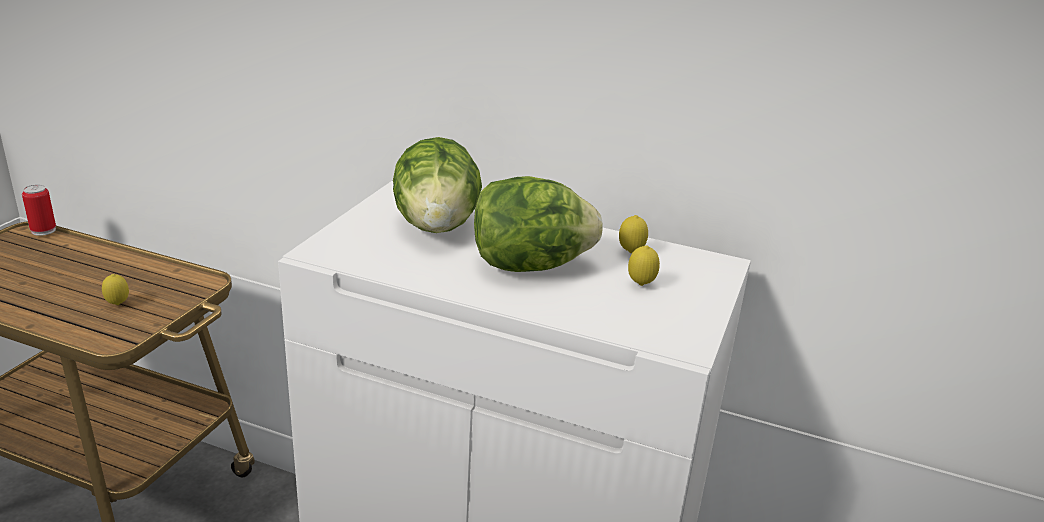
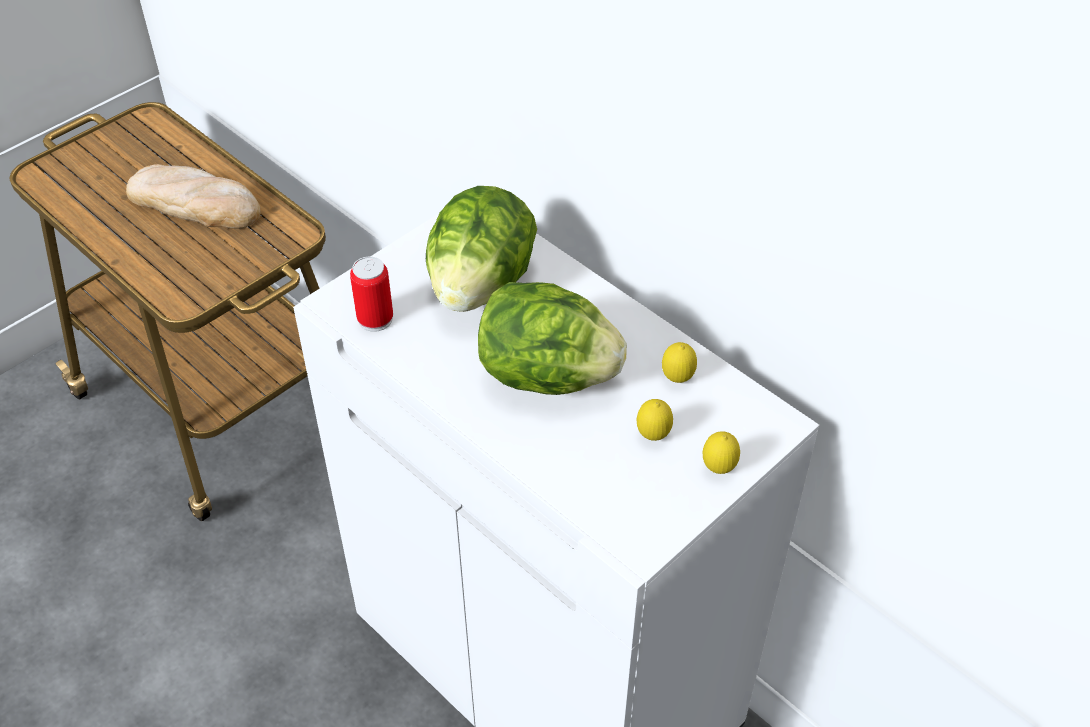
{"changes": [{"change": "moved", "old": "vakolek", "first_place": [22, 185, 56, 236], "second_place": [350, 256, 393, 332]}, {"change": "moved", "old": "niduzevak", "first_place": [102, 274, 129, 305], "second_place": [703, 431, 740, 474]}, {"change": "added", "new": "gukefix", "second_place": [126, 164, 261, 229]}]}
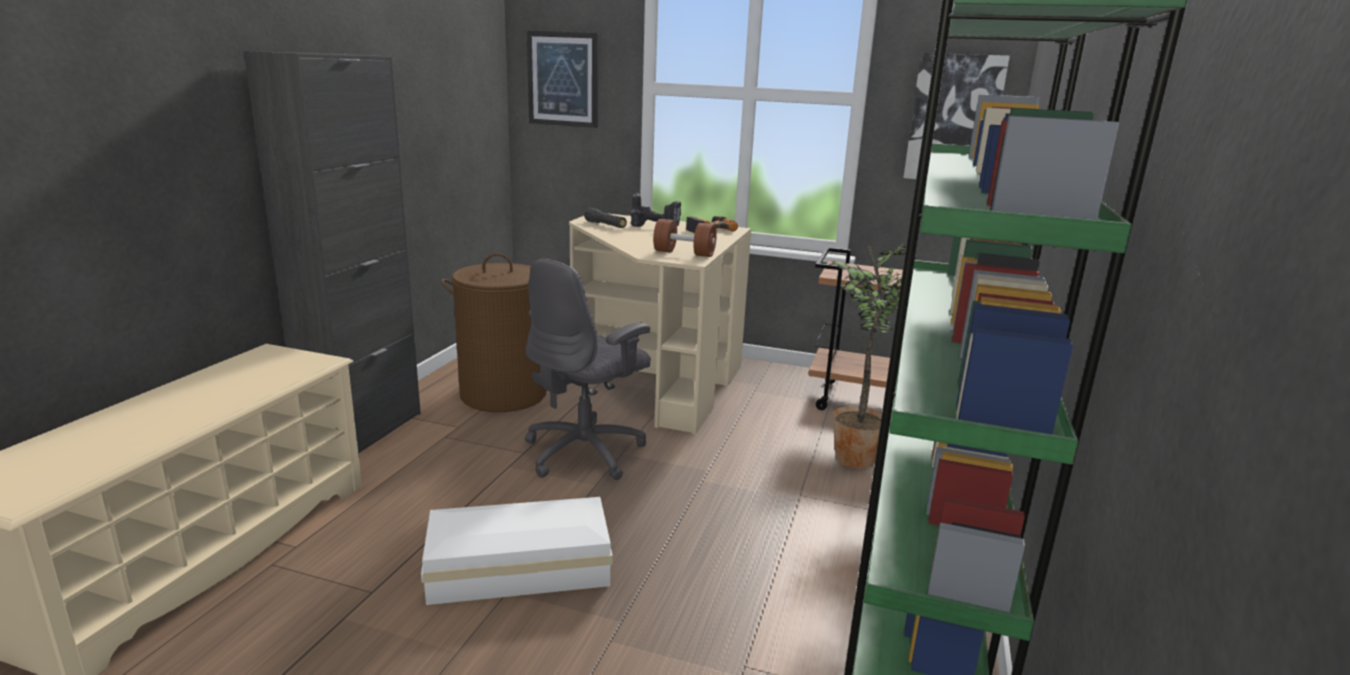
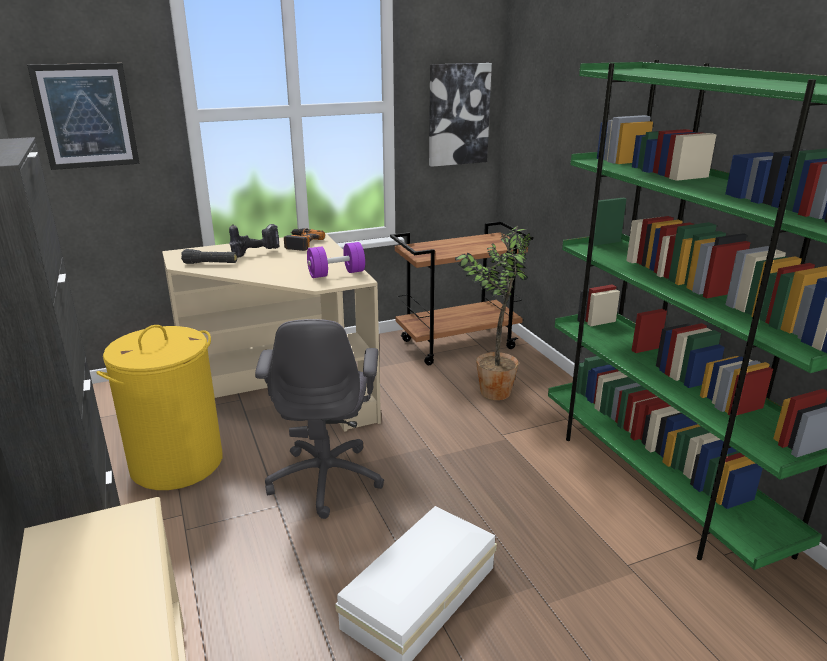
{"changes": [{"change": "recoloured", "old": "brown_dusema", "new": "purple_dusema", "first_place": [653, 219, 717, 257], "second_place": [307, 242, 365, 278]}, {"change": "recoloured", "old": "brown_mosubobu", "new": "yellow_mosubobu", "first_place": [441, 253, 547, 412], "second_place": [96, 325, 222, 490]}]}
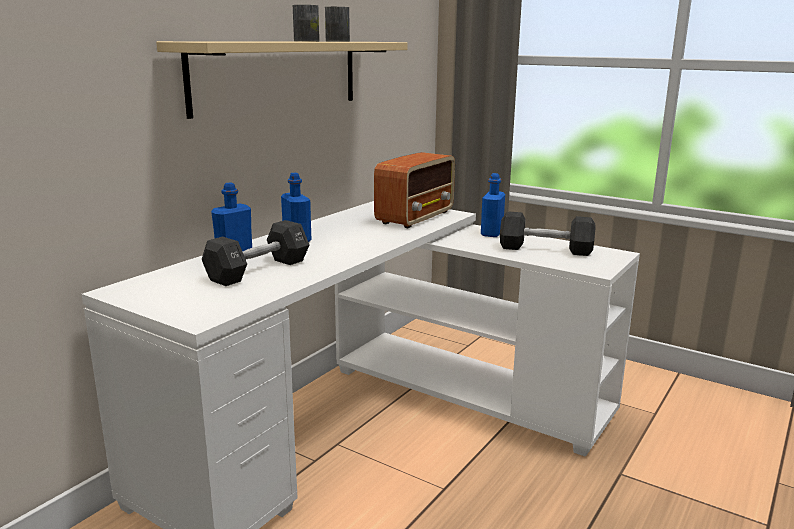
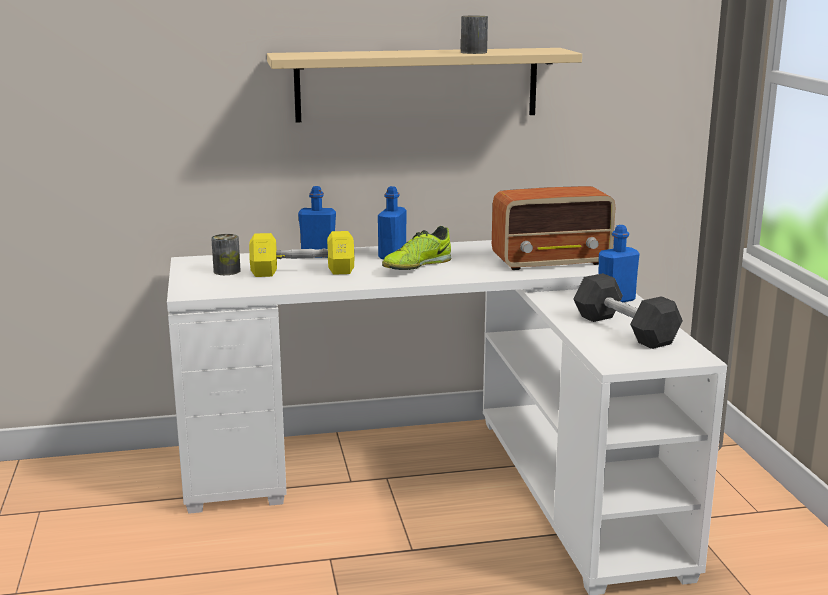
{"changes": [{"change": "moved", "old": "vakolek", "first_place": [293, 5, 319, 41], "second_place": [211, 234, 241, 275]}, {"change": "recoloured", "old": "black_dusema", "new": "yellow_dusema", "first_place": [202, 220, 309, 286], "second_place": [249, 231, 354, 277]}, {"change": "added", "new": "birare", "second_place": [382, 226, 451, 270]}]}
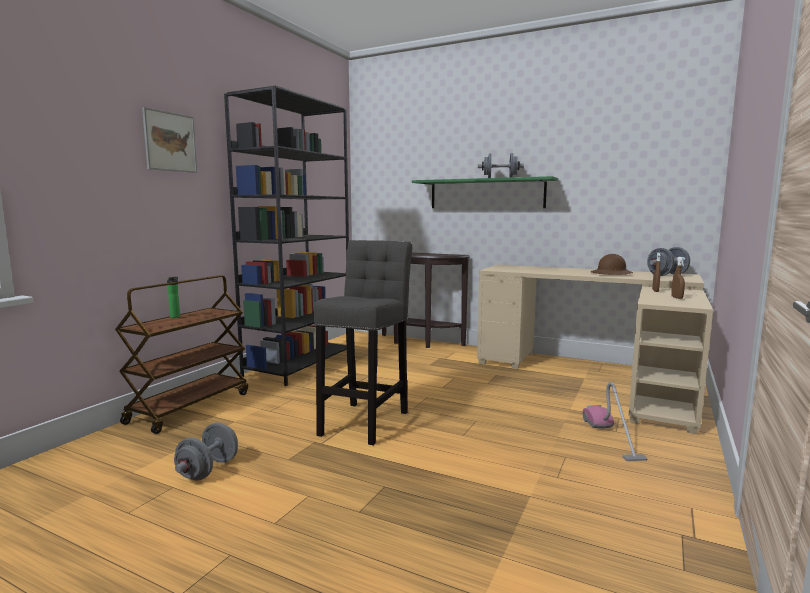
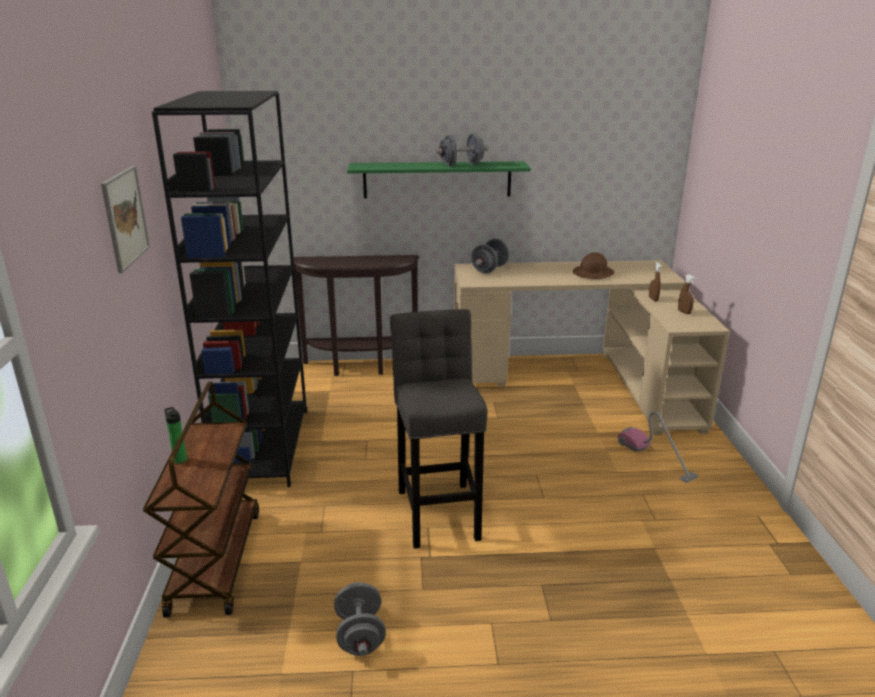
{"changes": [{"change": "moved", "old": "grey_dusema", "first_place": [647, 247, 690, 276], "second_place": [471, 239, 510, 273]}]}
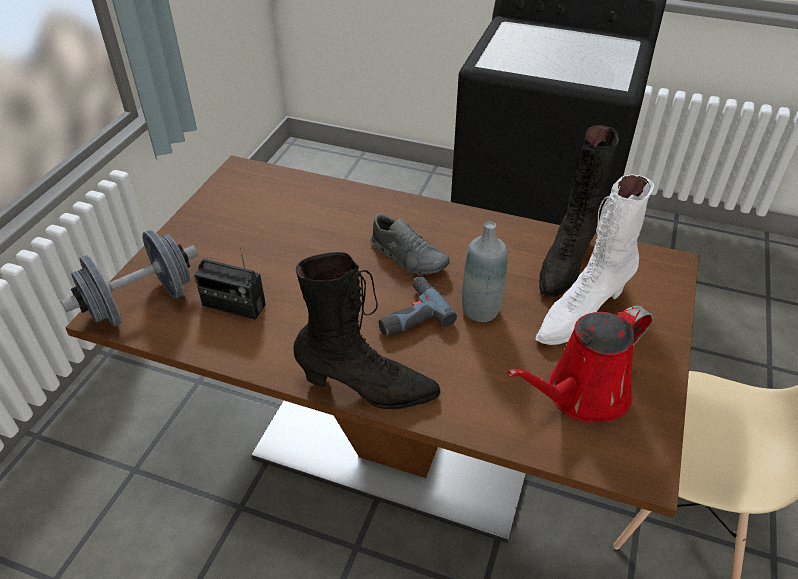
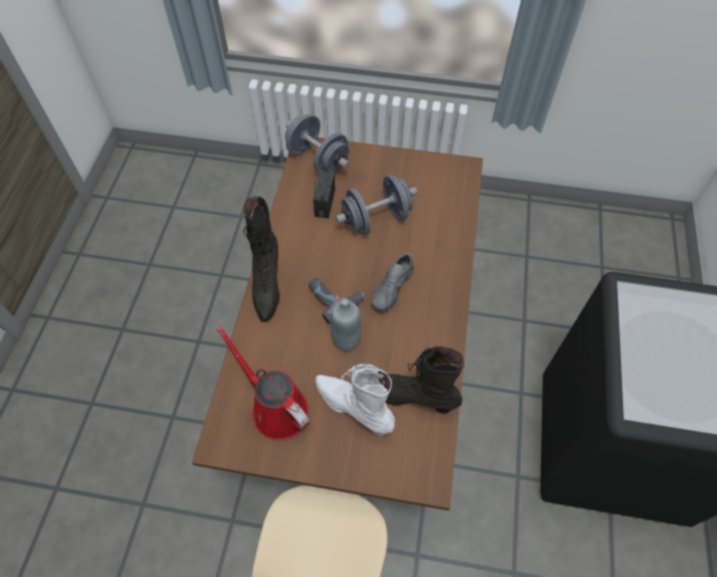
{"changes": [{"change": "added", "new": "grey_dusema", "second_place": [335, 175, 418, 235]}]}
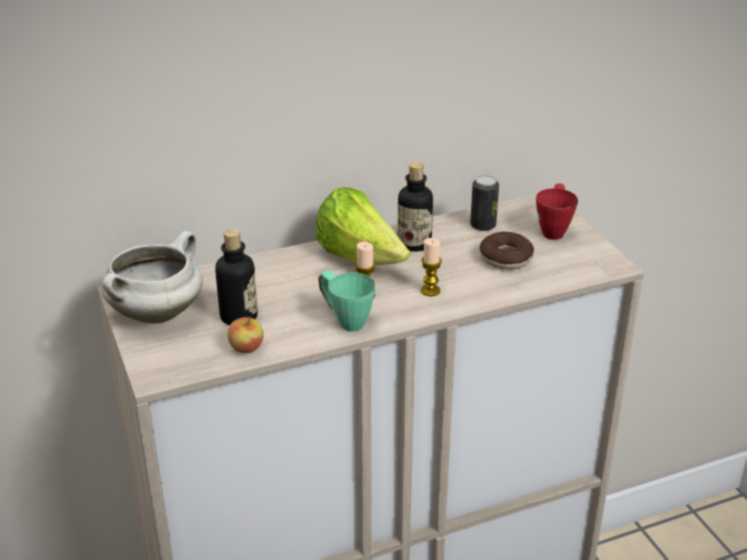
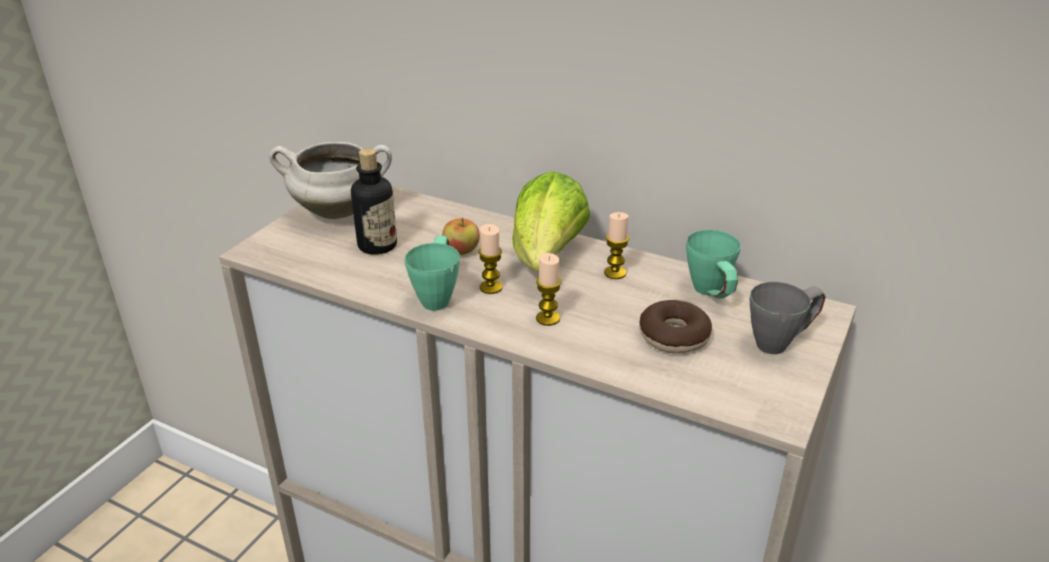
{"changes": [{"change": "replaced", "old": "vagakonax", "new": "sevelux", "first_place": [397, 162, 433, 252], "second_place": [604, 212, 629, 279]}, {"change": "replaced", "old": "vakolek", "new": "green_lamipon", "first_place": [470, 175, 499, 231], "second_place": [686, 230, 741, 299]}, {"change": "recoloured", "old": "red_lamipon", "new": "grey_lamipon", "first_place": [536, 184, 578, 240], "second_place": [749, 282, 826, 354]}, {"change": "moved", "old": "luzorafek", "first_place": [227, 316, 264, 353], "second_place": [442, 218, 480, 255]}]}
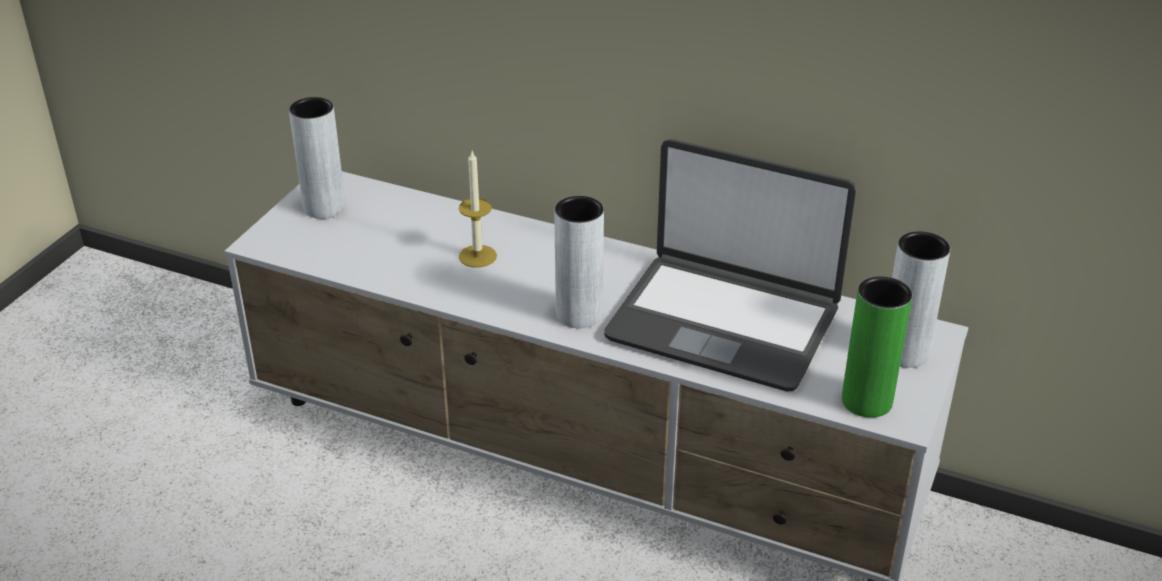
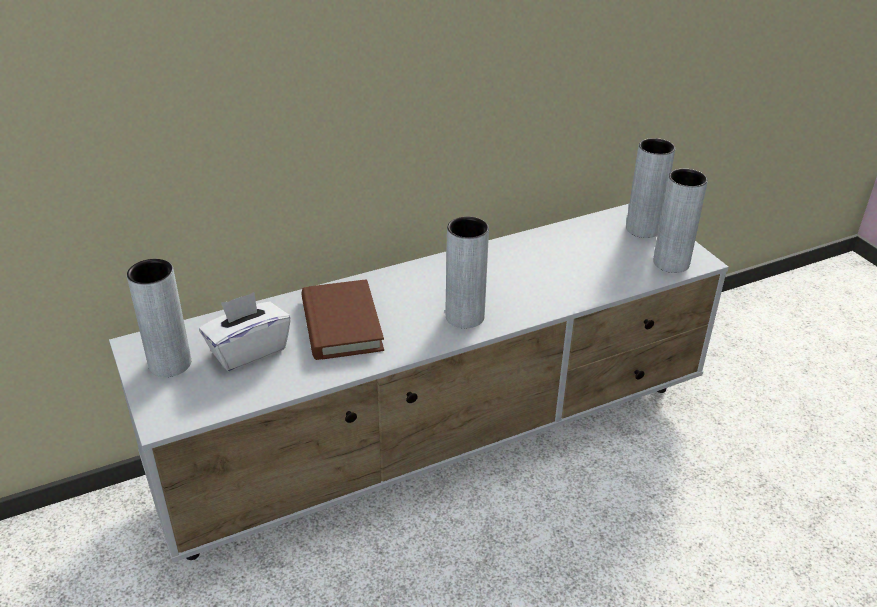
{"changes": [{"change": "removed", "old": "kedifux", "first_place": [604, 139, 856, 391]}, {"change": "replaced", "old": "sevelux", "new": "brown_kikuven", "first_place": [459, 151, 497, 268], "second_place": [302, 279, 384, 360]}, {"change": "recoloured", "old": "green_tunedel", "new": "grey_tunedel", "first_place": [842, 277, 912, 418], "second_place": [653, 169, 708, 273]}, {"change": "added", "new": "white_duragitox", "second_place": [199, 292, 291, 371]}]}
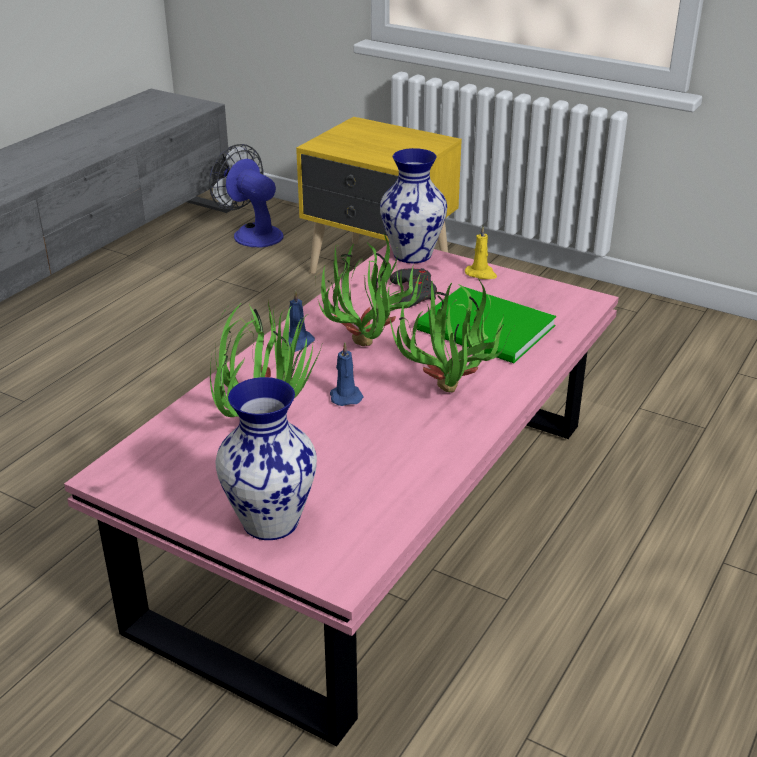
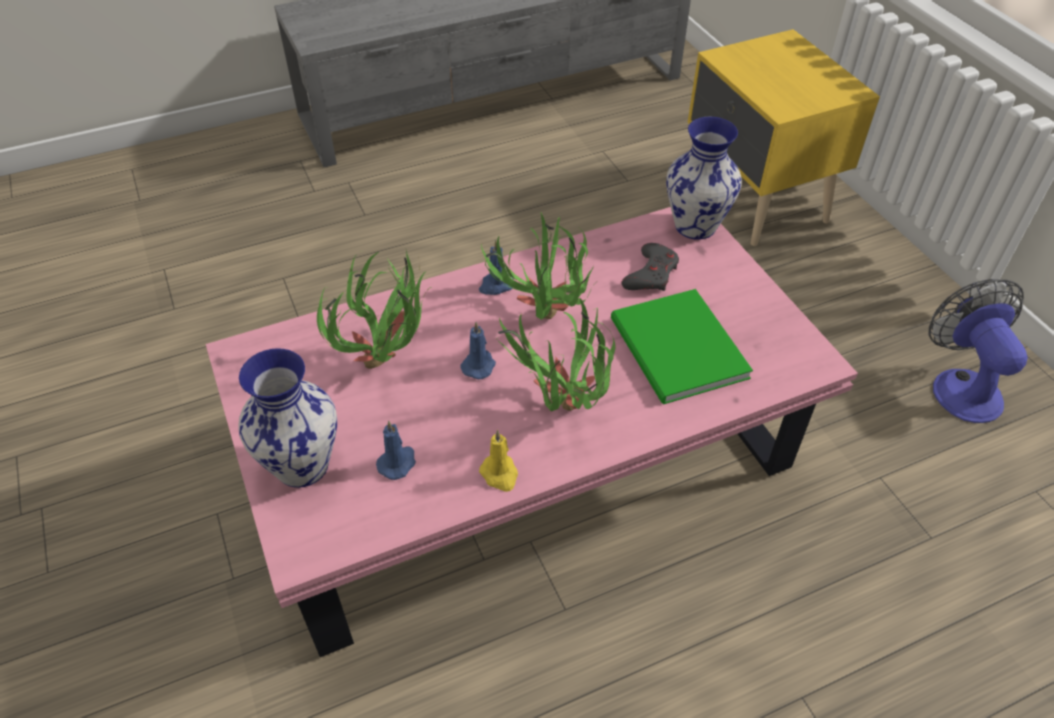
{"changes": [{"change": "moved", "old": "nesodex", "first_place": [209, 144, 284, 248], "second_place": [929, 279, 1028, 423]}, {"change": "moved", "old": "yellow_sevelux", "first_place": [465, 226, 497, 279], "second_place": [479, 430, 518, 492]}, {"change": "added", "new": "blue_sevelux", "second_place": [376, 421, 416, 480]}]}
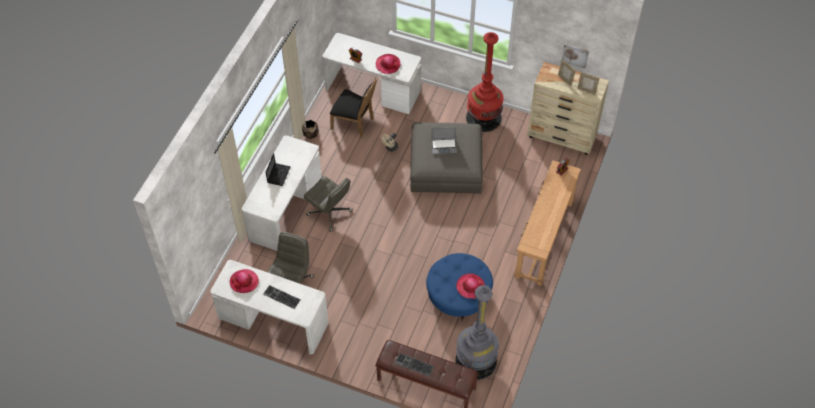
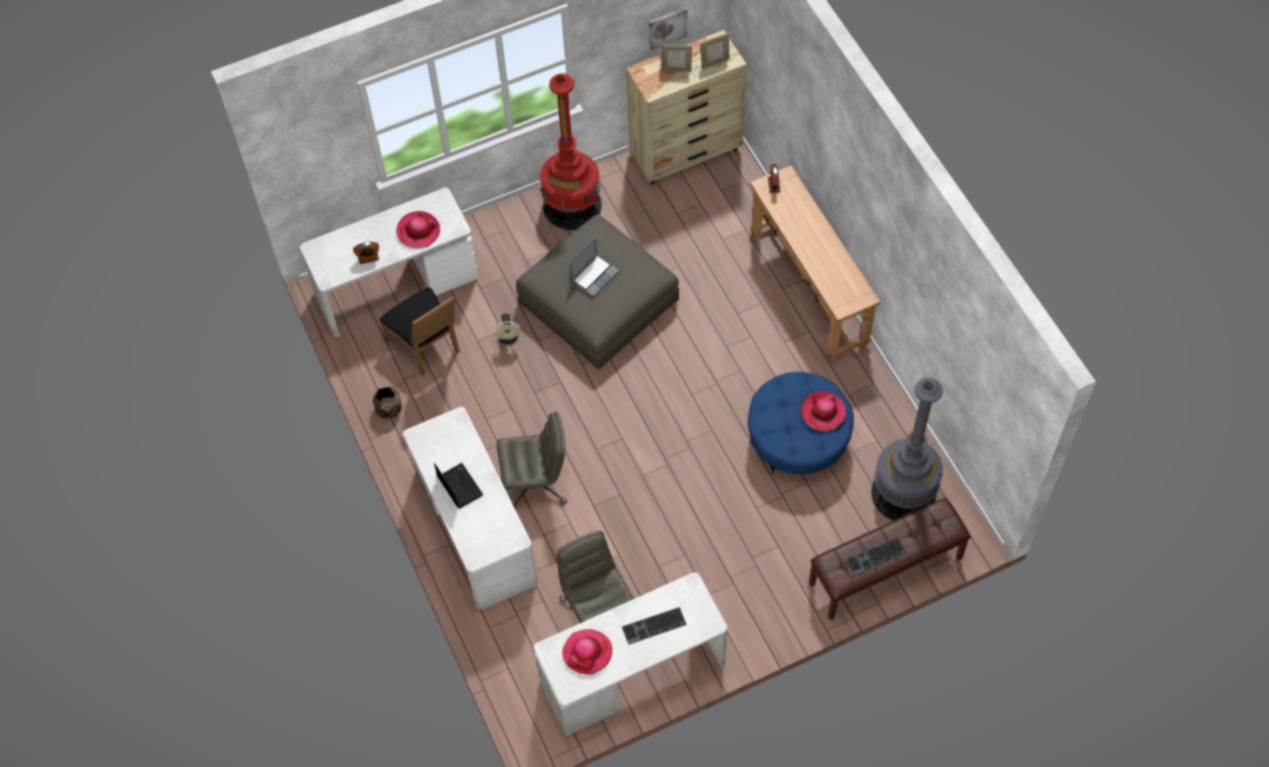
{"changes": [{"change": "turned", "old": "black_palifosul", "first_place": [330, 77, 378, 138], "second_place": [380, 288, 460, 376], "degrees": 75}]}
